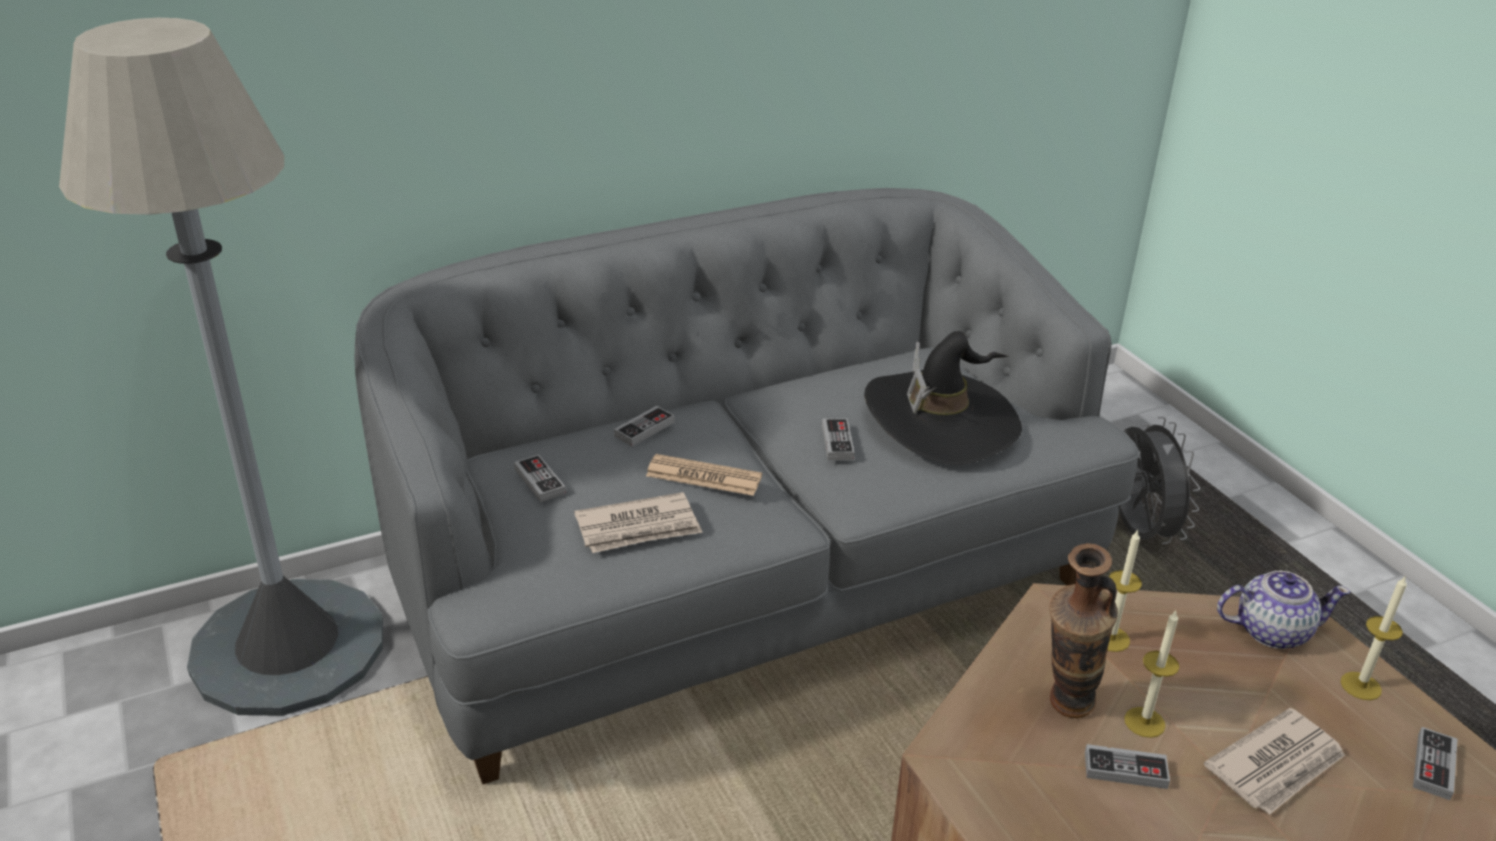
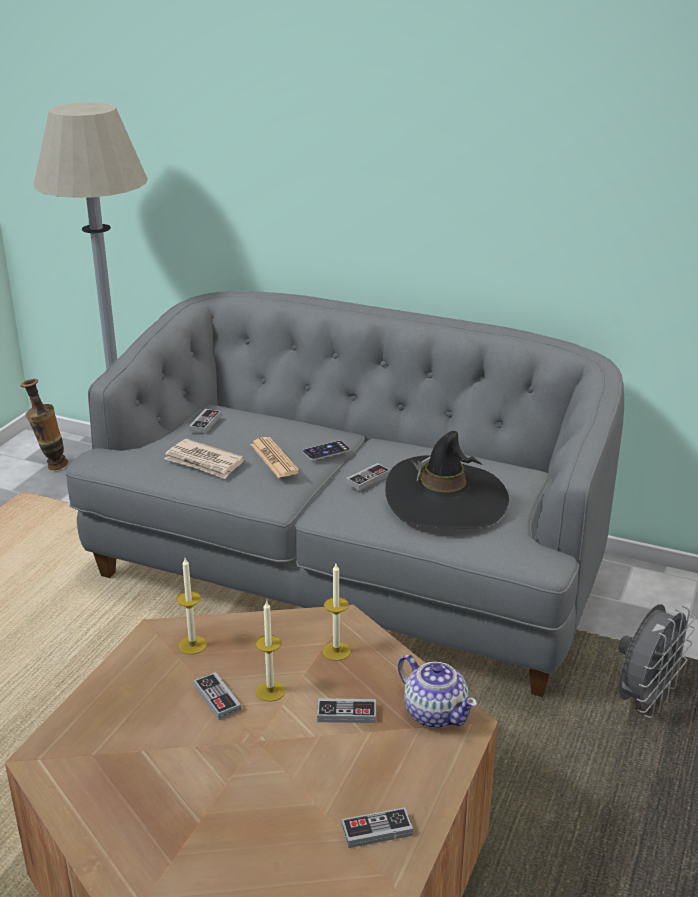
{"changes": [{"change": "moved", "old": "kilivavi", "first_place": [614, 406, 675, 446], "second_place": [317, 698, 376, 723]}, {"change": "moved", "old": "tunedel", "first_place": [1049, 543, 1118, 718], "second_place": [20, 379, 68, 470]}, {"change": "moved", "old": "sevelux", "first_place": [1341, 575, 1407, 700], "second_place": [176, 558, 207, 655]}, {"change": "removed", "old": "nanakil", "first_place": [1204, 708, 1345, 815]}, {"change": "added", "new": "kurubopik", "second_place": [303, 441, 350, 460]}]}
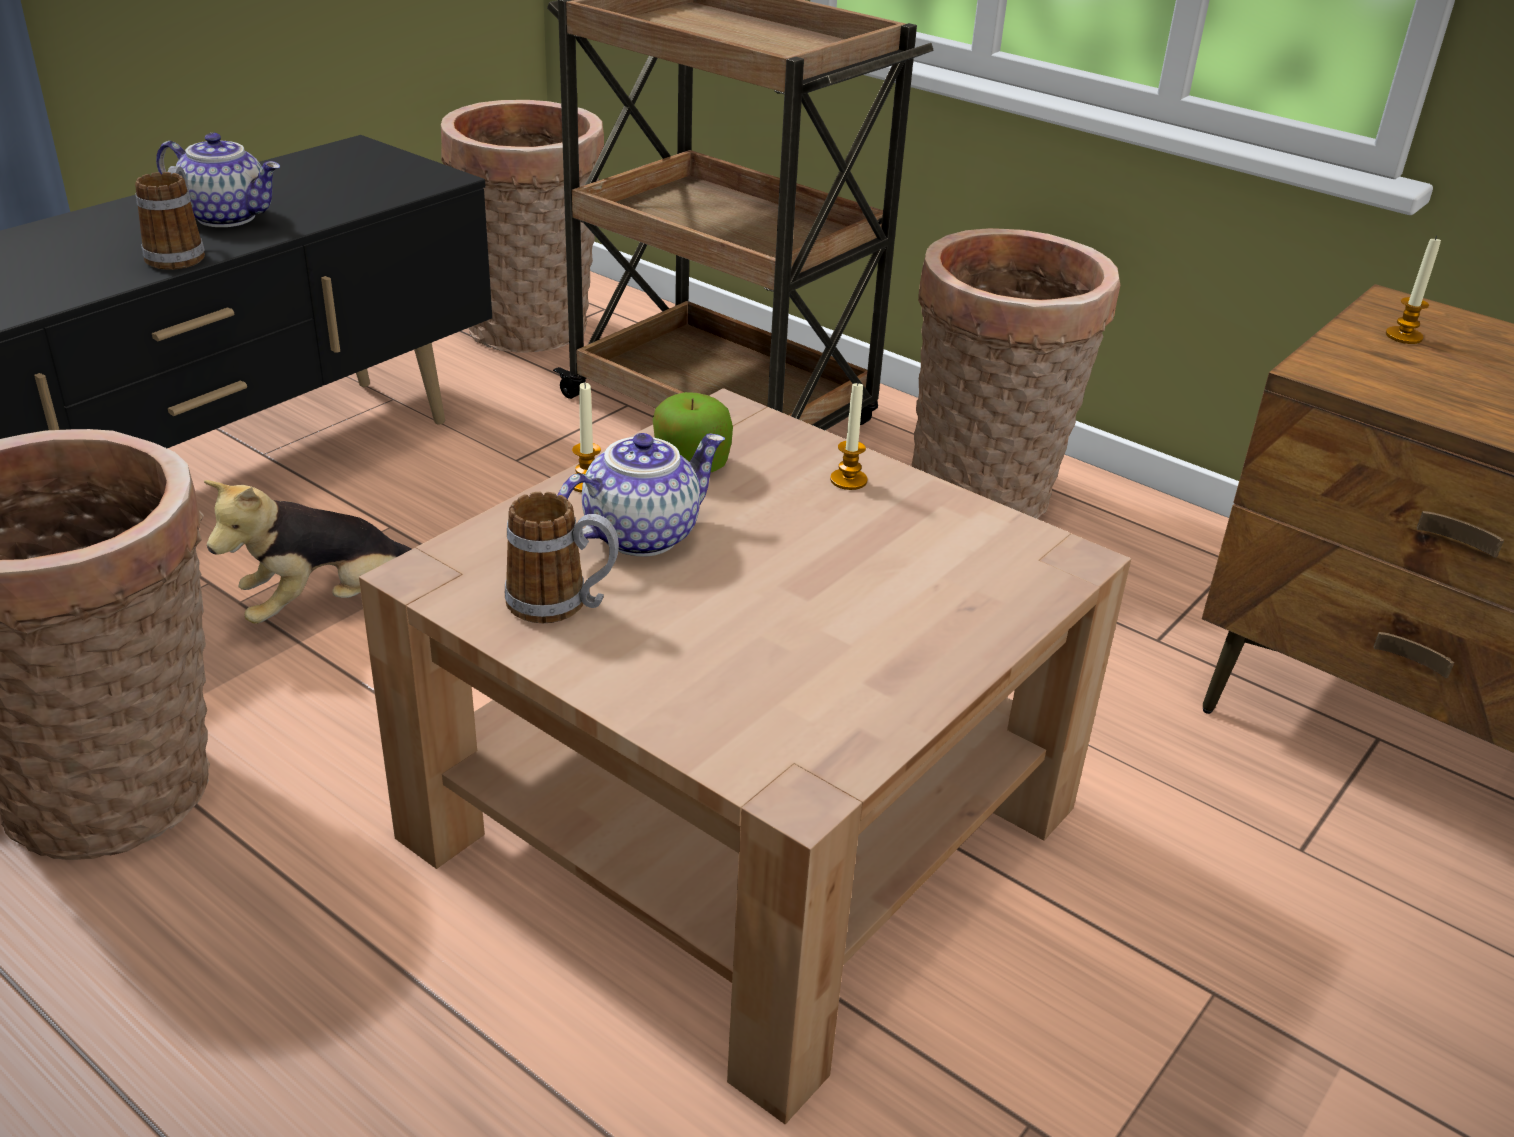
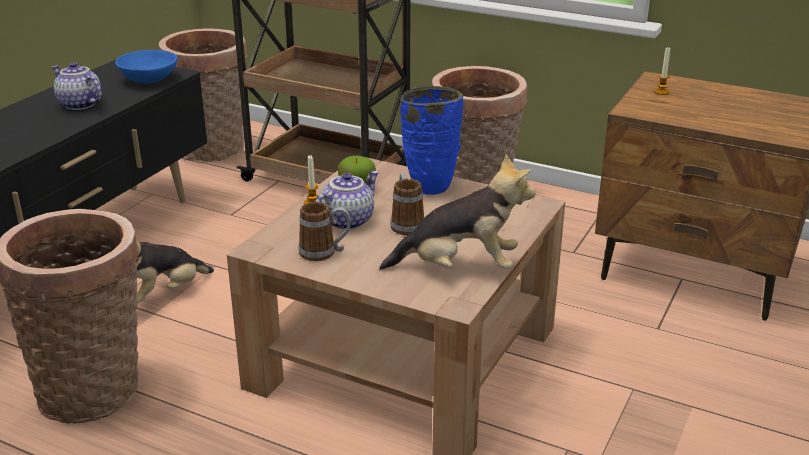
{"changes": [{"change": "turned", "old": "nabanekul", "first_place": [156, 133, 280, 227], "second_place": [52, 62, 102, 110], "degrees": -150}, {"change": "moved", "old": "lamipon", "first_place": [135, 166, 205, 270], "second_place": [390, 173, 425, 236]}, {"change": "replaced", "old": "sevelux", "new": "blue_tunedel", "first_place": [830, 382, 868, 490], "second_place": [400, 86, 464, 195]}, {"change": "added", "new": "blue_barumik", "second_place": [115, 50, 178, 84]}, {"change": "added", "new": "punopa", "second_place": [379, 154, 536, 270]}]}
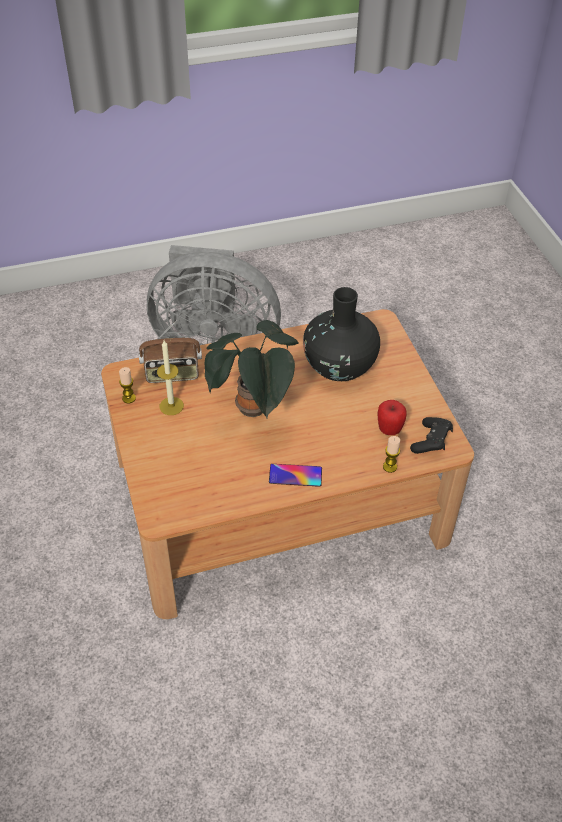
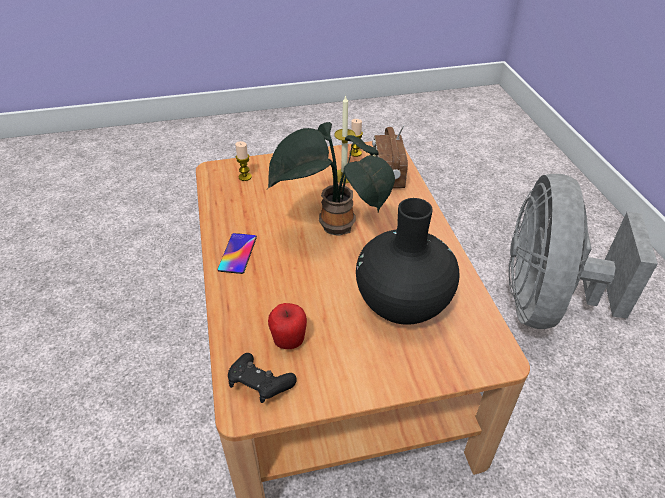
{"changes": [{"change": "moved", "old": "sevelux", "first_place": [383, 436, 400, 473], "second_place": [235, 141, 252, 181]}]}
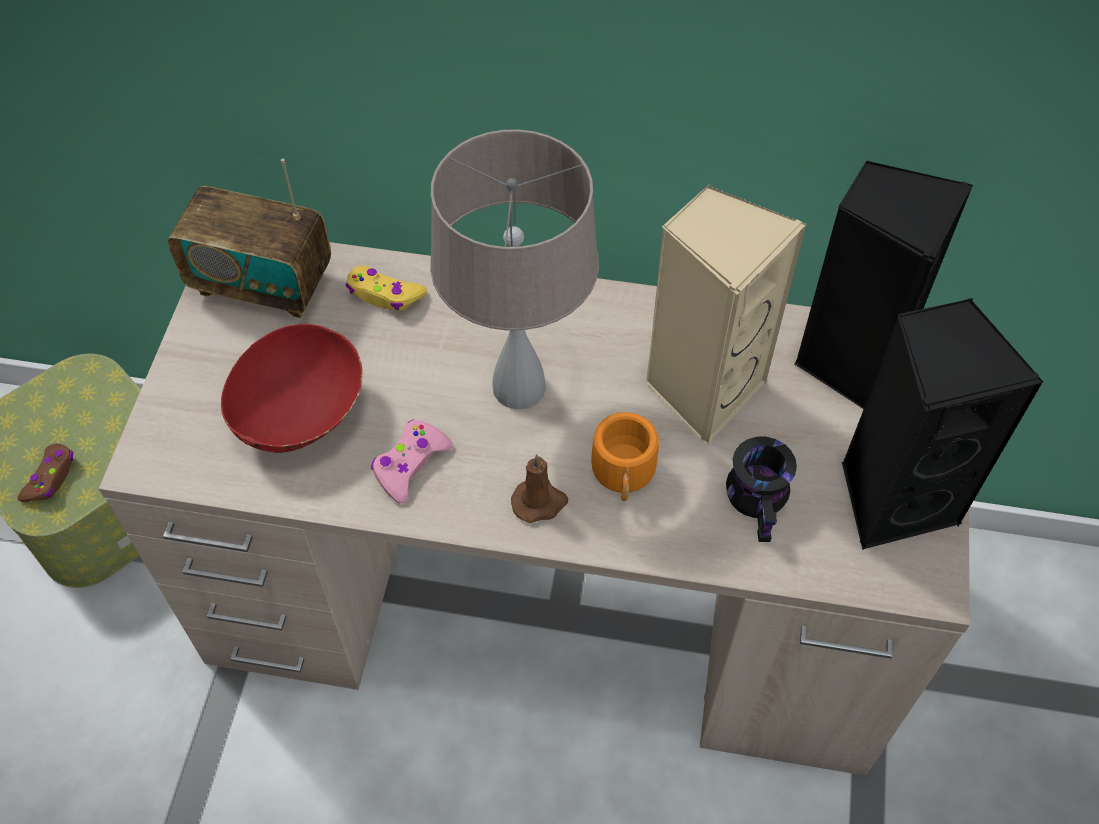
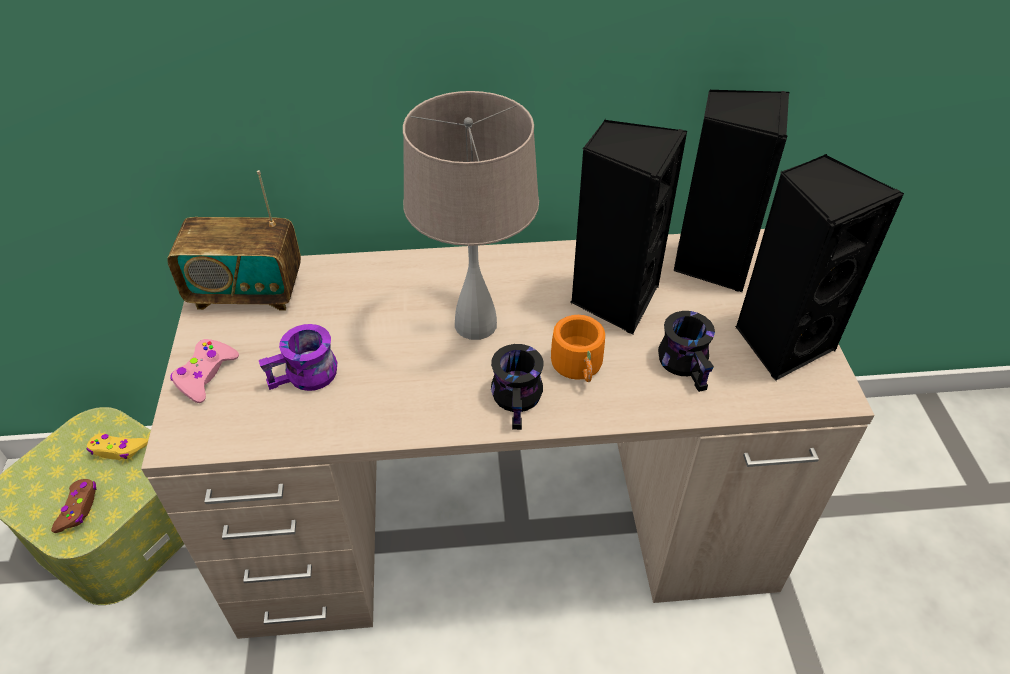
{"changes": [{"change": "recoloured", "old": "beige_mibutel", "new": "black_mibutel", "first_place": [645, 184, 807, 445], "second_place": [570, 119, 687, 335]}, {"change": "moved", "old": "yellow_kilivavi", "first_place": [346, 265, 427, 310], "second_place": [86, 433, 148, 460]}, {"change": "replaced", "old": "red_barumik", "new": "purple_lamipon", "first_place": [221, 324, 363, 453], "second_place": [259, 324, 337, 391]}, {"change": "moved", "old": "pink_kilivavi", "first_place": [371, 420, 453, 503], "second_place": [170, 339, 239, 403]}, {"change": "replaced", "old": "brown_sevelux", "new": "black_lamipon", "first_place": [511, 454, 568, 523], "second_place": [491, 344, 543, 430]}]}
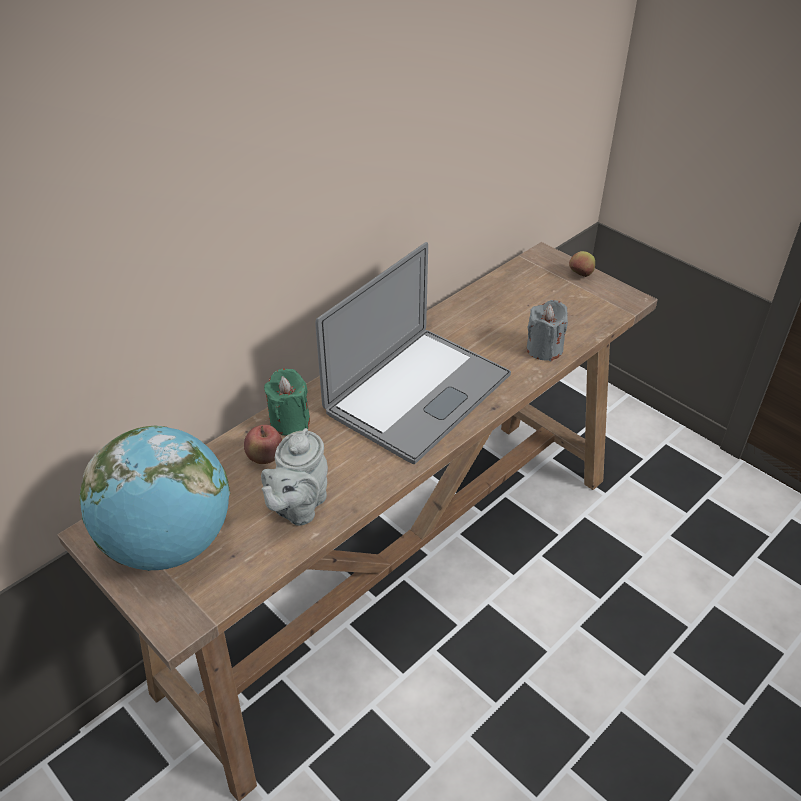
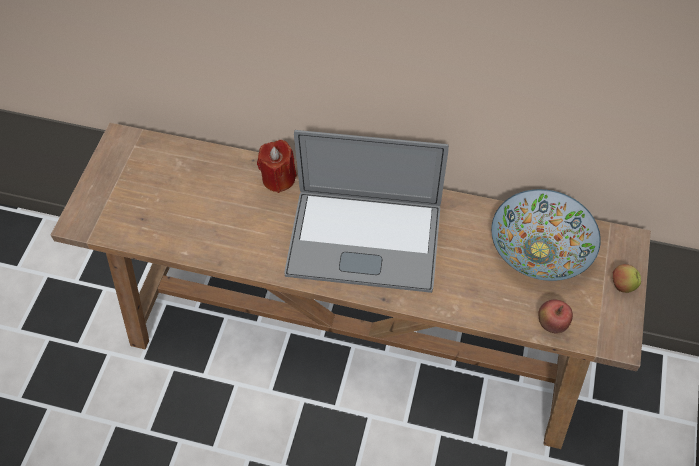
{"changes": [{"change": "removed", "old": "grey_sevelux", "first_place": [527, 300, 568, 361]}, {"change": "recoloured", "old": "green_sevelux", "new": "red_sevelux", "first_place": [264, 368, 310, 435], "second_place": [257, 140, 297, 193]}, {"change": "moved", "old": "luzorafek", "first_place": [244, 425, 282, 464], "second_place": [538, 300, 573, 334]}, {"change": "removed", "old": "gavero", "first_place": [80, 426, 230, 571]}, {"change": "removed", "old": "grey_nabanekul", "first_place": [261, 428, 328, 526]}, {"change": "added", "new": "barumik", "second_place": [491, 189, 601, 281]}]}
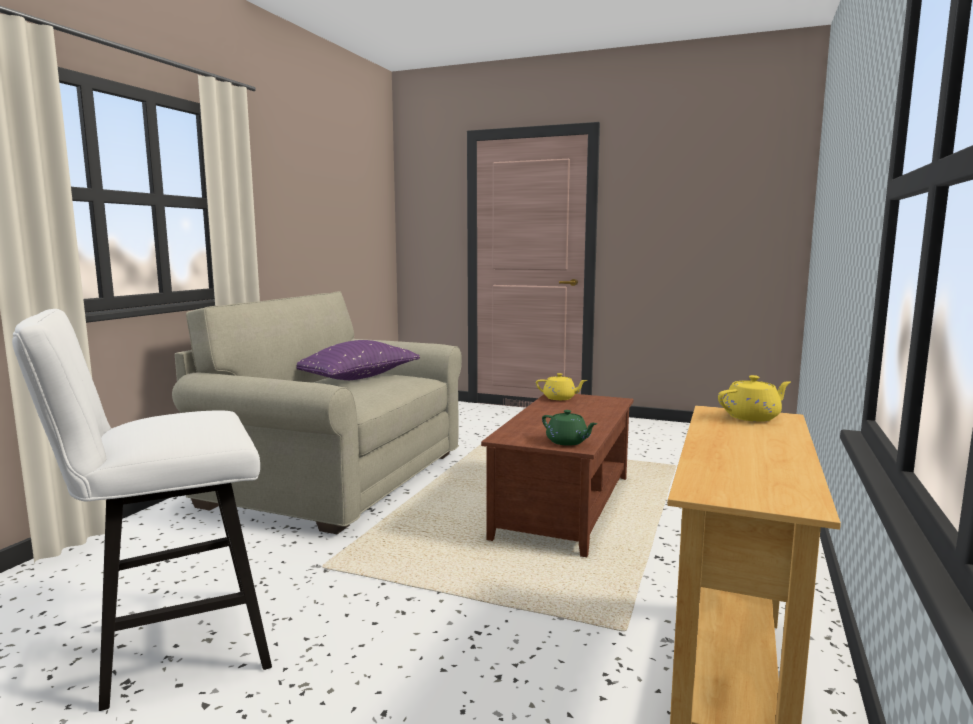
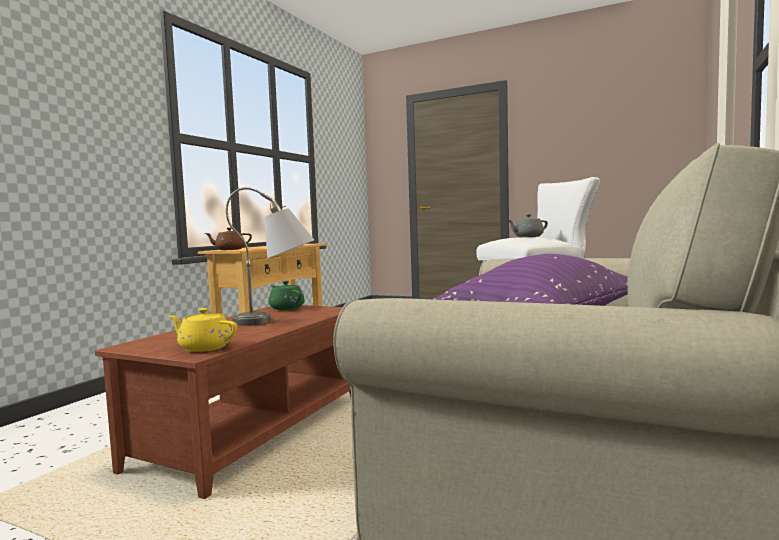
{"changes": [{"change": "recoloured", "old": "yellow_nabanekul", "new": "brown_nabanekul", "first_place": [718, 375, 791, 422], "second_place": [204, 227, 252, 250]}, {"change": "added", "new": "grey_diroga", "second_place": [226, 187, 314, 326]}, {"change": "added", "new": "grey_nabanekul", "second_place": [507, 214, 548, 237]}]}
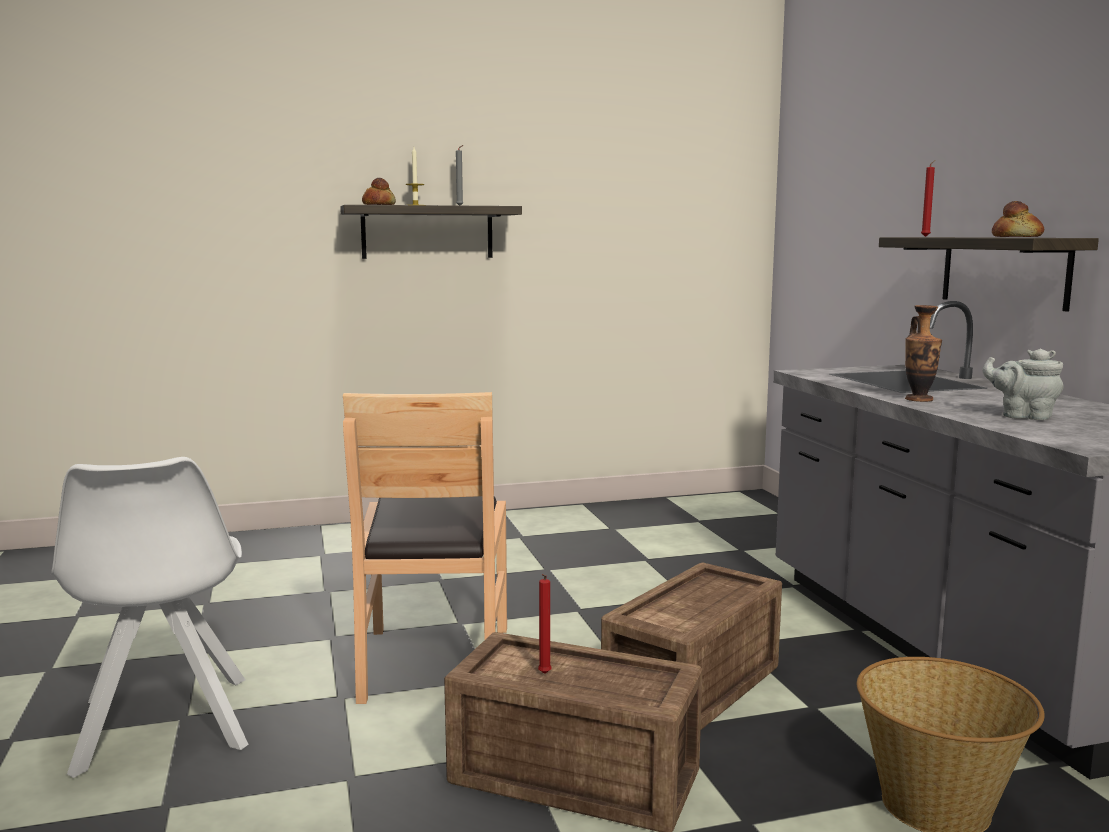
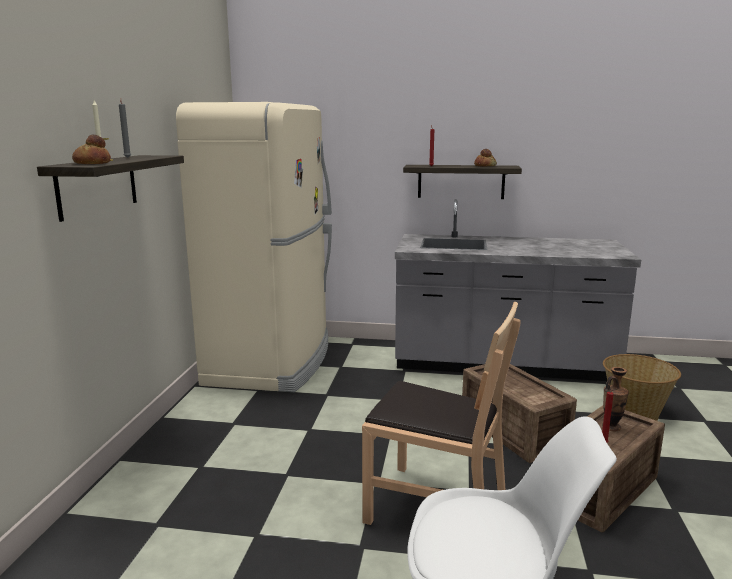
{"changes": [{"change": "moved", "old": "tunedel", "first_place": [905, 305, 942, 402], "second_place": [602, 367, 629, 431]}, {"change": "removed", "old": "grey_nabanekul", "first_place": [982, 349, 1064, 420]}, {"change": "added", "new": "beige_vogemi", "second_place": [176, 102, 332, 392]}]}
